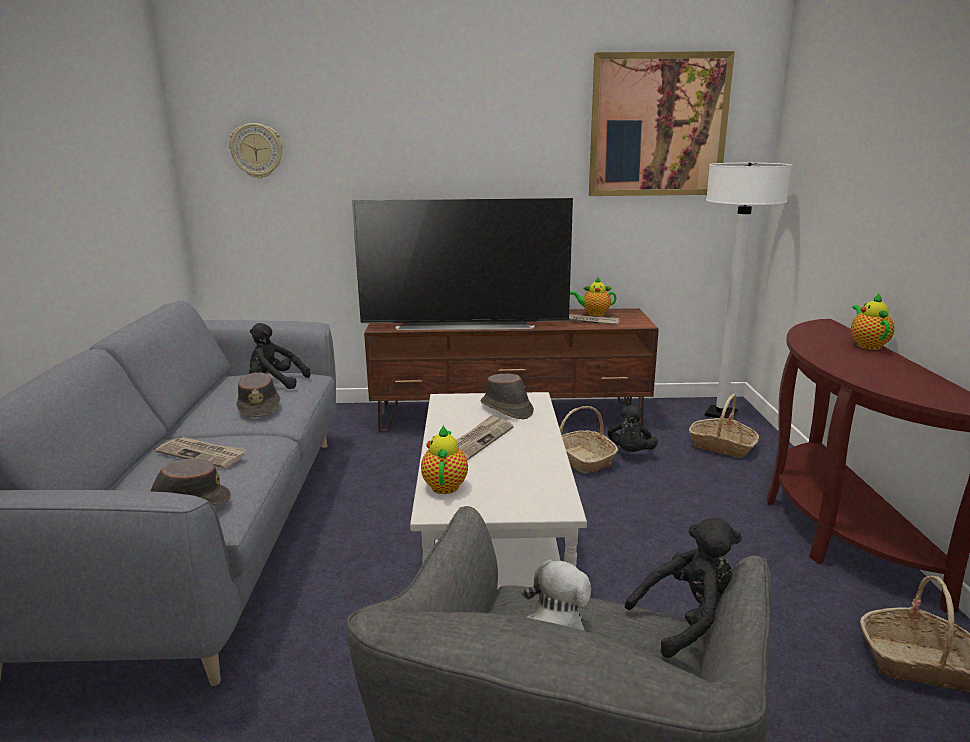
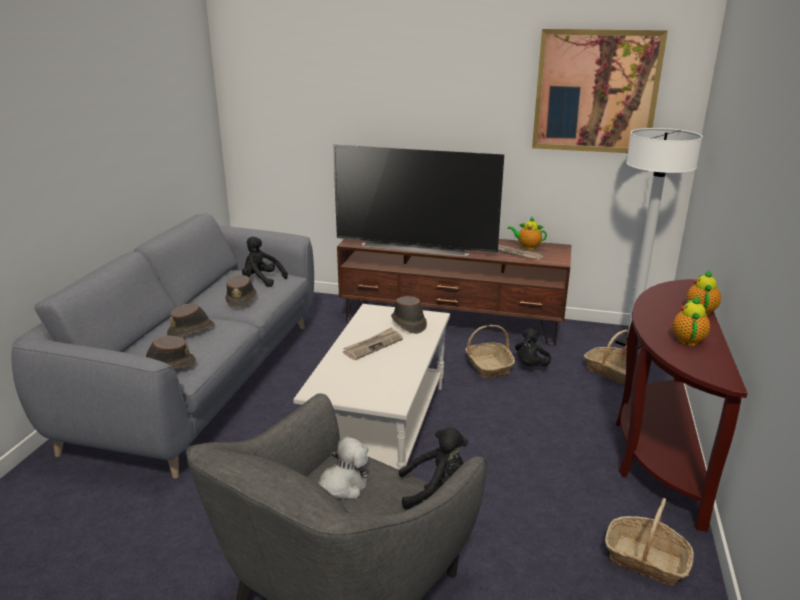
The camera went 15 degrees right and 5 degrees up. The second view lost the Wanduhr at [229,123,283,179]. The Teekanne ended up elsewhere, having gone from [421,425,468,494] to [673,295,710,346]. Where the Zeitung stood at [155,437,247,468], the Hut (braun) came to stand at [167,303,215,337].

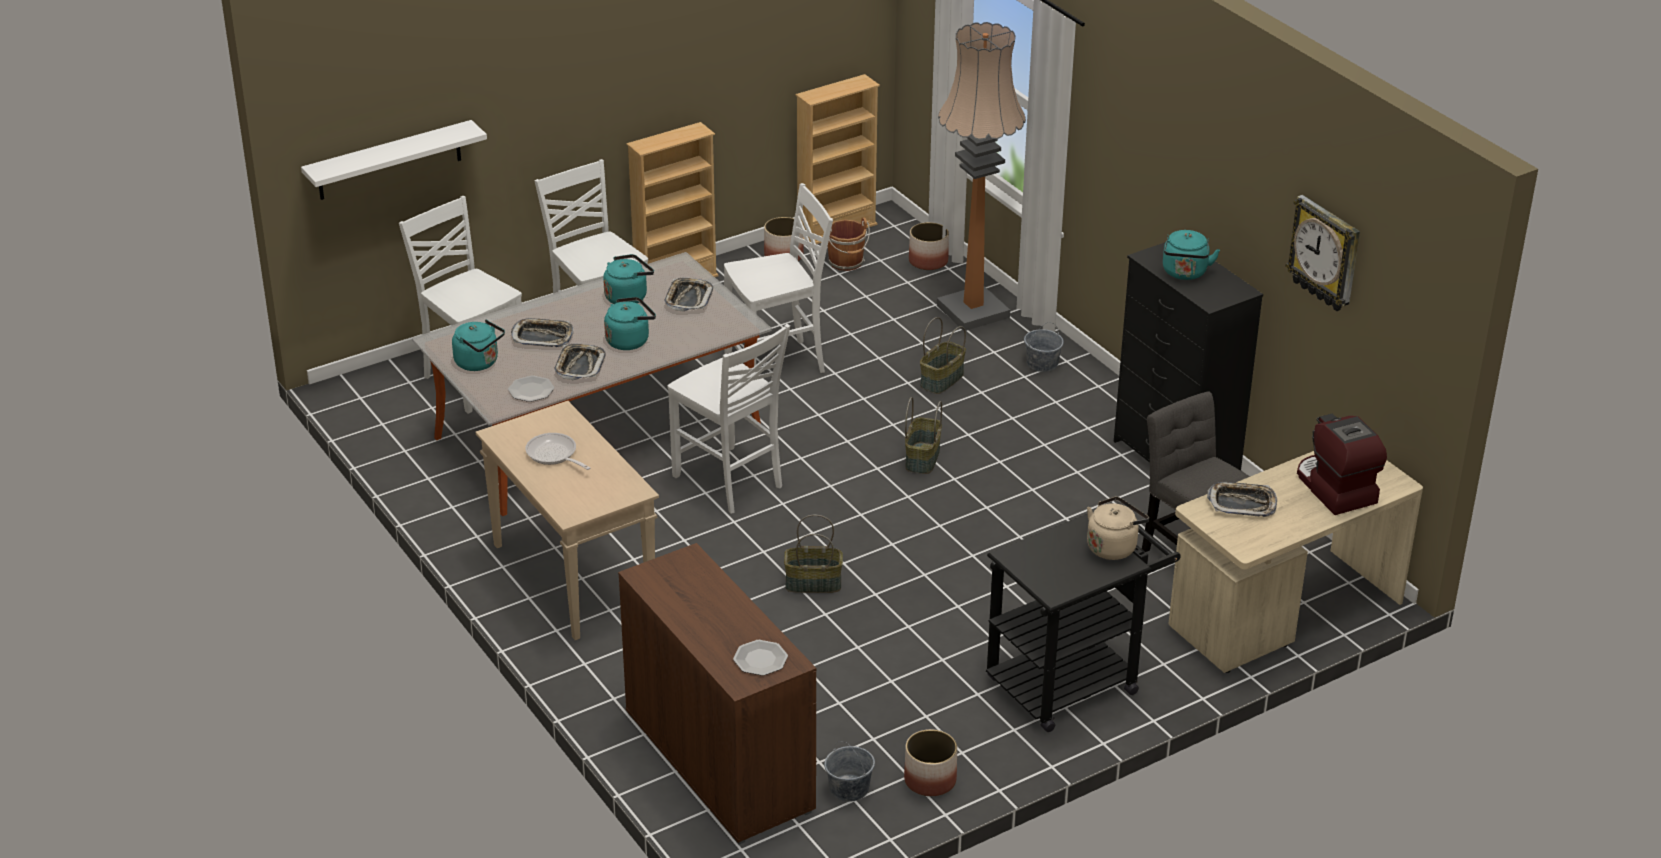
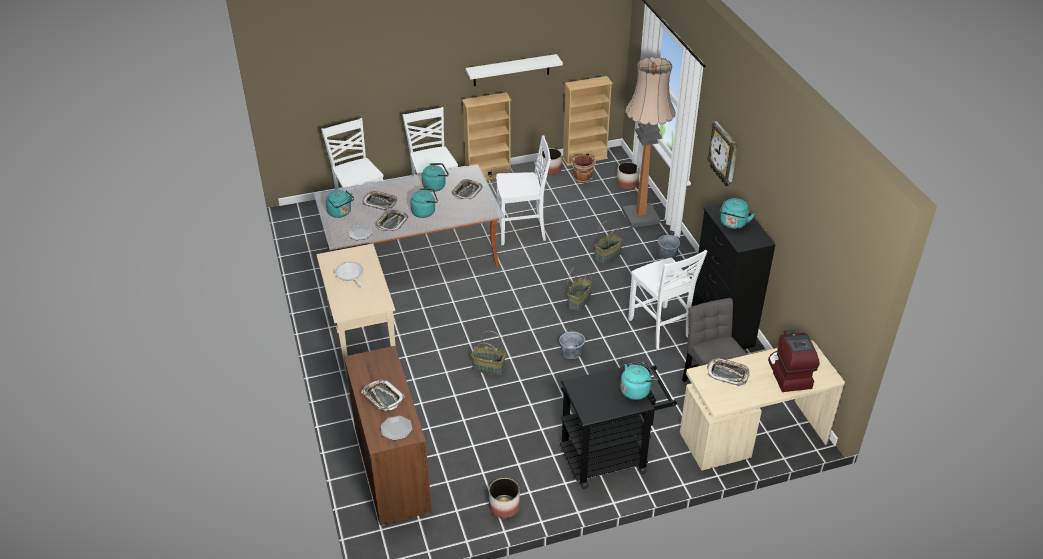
The camera went 15 degrees right and 5 degrees up. The second view gained the Tablett at [361,379,405,411]. The Wandregal (weiß) ended up elsewhere, having gone from [301,120,487,200] to [465,54,563,86]. The Stuhl (weiß) ended up elsewhere, having gone from [668,324,790,514] to [628,250,707,349]. The Eimer (grau) ended up elsewhere, having gone from [824,741,875,802] to [559,328,585,359]. The Wanduhr ended up elsewhere, having gone from [1286,195,1360,311] to [707,121,738,186]. What was the Wasserkessel (beige) at [1087,496,1149,560] turned into the Wasserkessel (türkis) at [620,361,658,400].

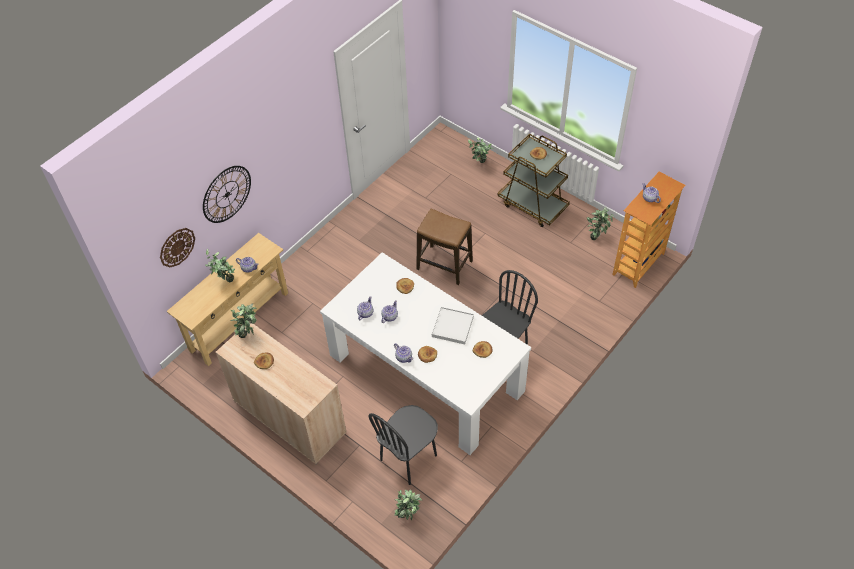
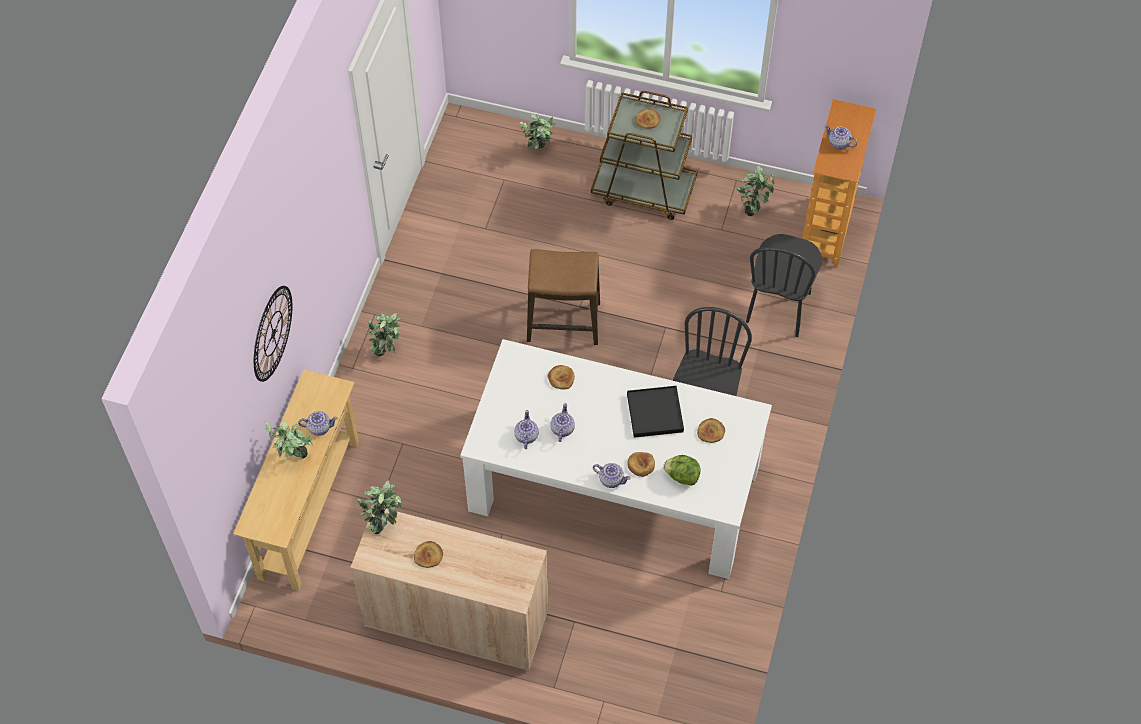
The camera went 25 degrees left and 5 degrees up. The second view lost the Wanduhr at [160,228,195,267]. The second view gained the Salatkopf at [663,455,701,486]. The Stuhl (schwarz) ended up elsewhere, having gone from [369,405,438,485] to [746,234,822,337]. The Topfpflanze ended up elsewhere, having gone from [394,490,422,520] to [366,313,401,356]. What was the Tablett (weiß) at [432,307,474,344] turned into the Tablett (schwarz) at [627,386,684,438].

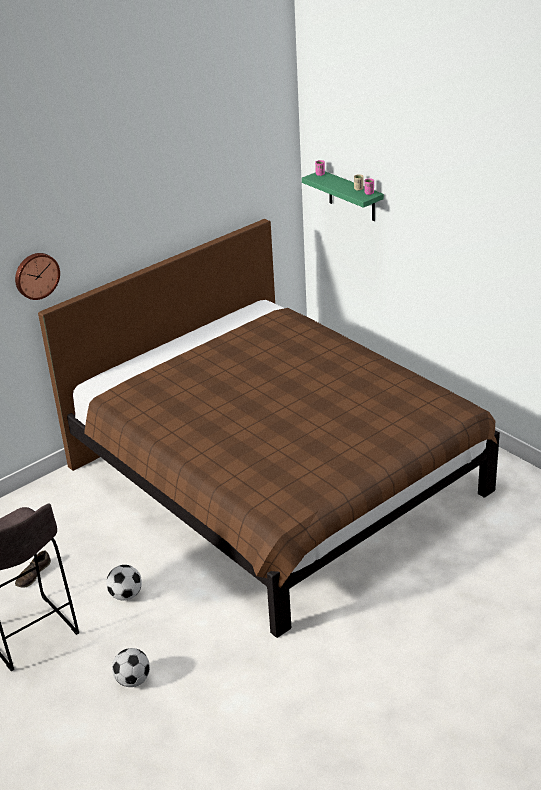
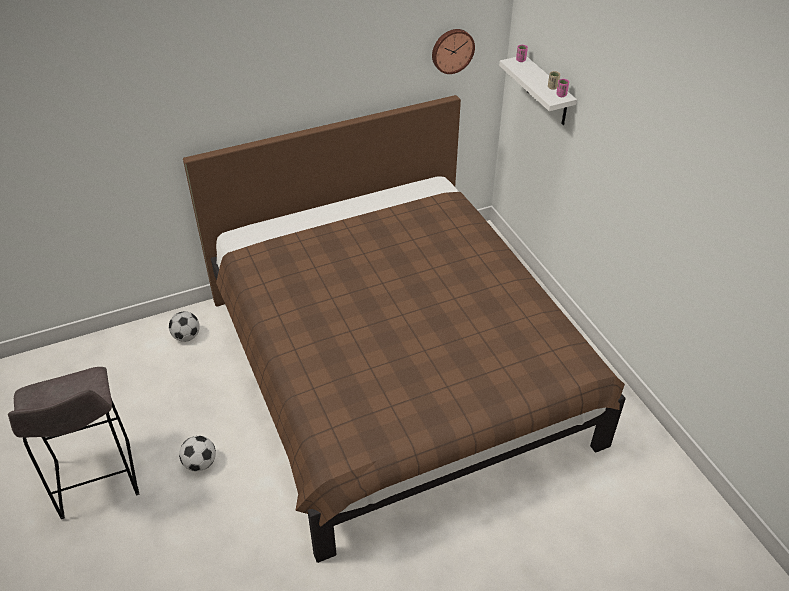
The camera went 15 degrees right and 10 degrees up. The second view lost the Schuh (braun) at [15,550,51,587]. The Wanduhr ended up elsewhere, having gone from [15,253,60,300] to [432,29,475,74]. The Fußball ended up elsewhere, having gone from [112,648,150,687] to [169,311,200,342]. What was the Wandregal (grün) at [302,172,384,221] turned into the Wandregal (weiß) at [499,57,577,125].

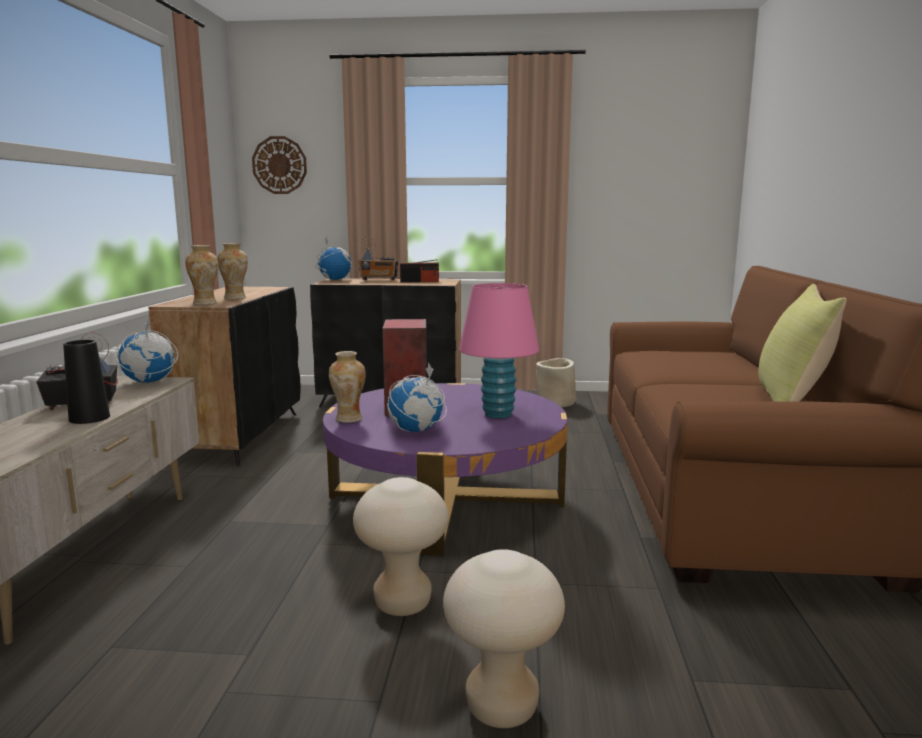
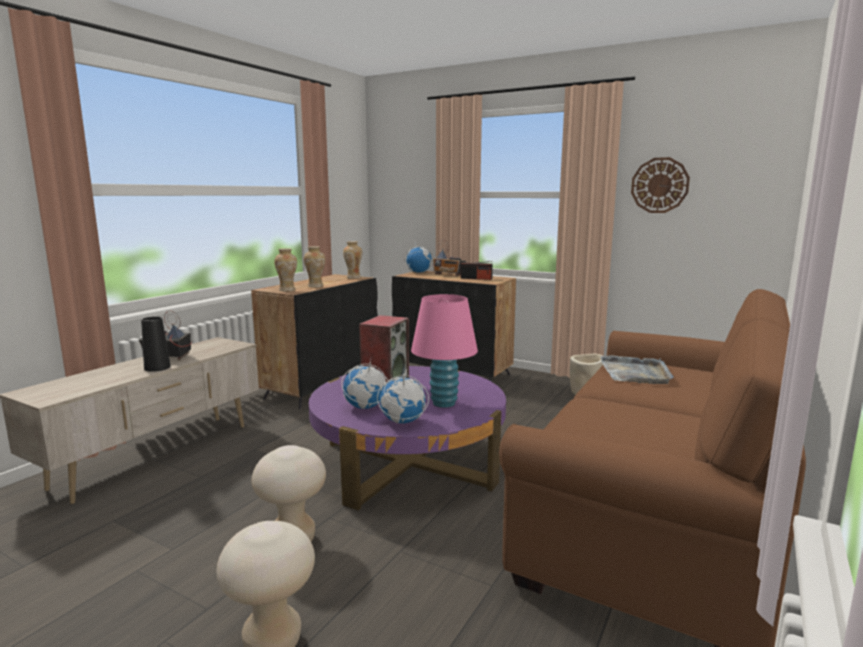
The camera went 25 degrees right and 0 degrees up. The second view lost the Kissen (gelb) at [758,284,847,402]. The second view gained the Tablett (grau) at [600,355,674,384]. The Globus ended up elsewhere, having gone from [115,318,178,383] to [377,368,429,424]. The Wanduhr ended up elsewhere, having gone from [252,136,307,194] to [631,157,690,213]. The Vase ended up elsewhere, having gone from [329,351,366,423] to [343,241,362,279].

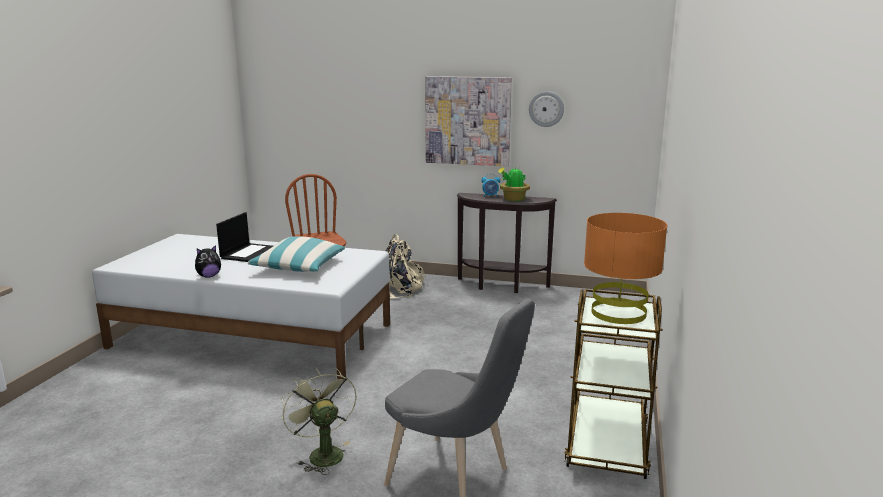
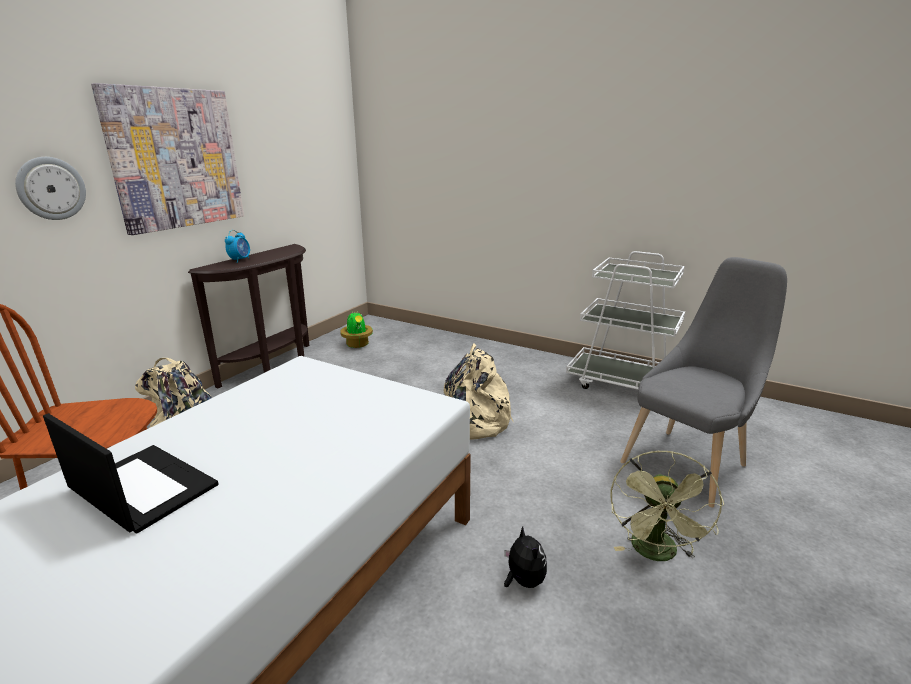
The camera went 75 degrees left and 5 degrees up. The second view lost the Kissen at [248,236,345,272]. The second view lost the Tischlampe (orange) at [584,213,667,324]. The second view gained the Rucksack (beige) at [444,343,513,440]. The Plüschtier ended up elsewhere, having gone from [195,245,221,278] to [504,526,547,588]. The Topfpflanze ended up elsewhere, having gone from [498,167,530,201] to [340,312,373,348]. The Wanduhr ended up elsewhere, having gone from [529,91,564,127] to [15,157,86,220]. What was the Rollwagen (braun) at [564,289,663,479] turned into the Rollwagen (weiß) at [566,251,685,390]. The Ventilator (grün) at [281,368,357,475] ended up facing another way, 60 degrees counterclockwise from before.

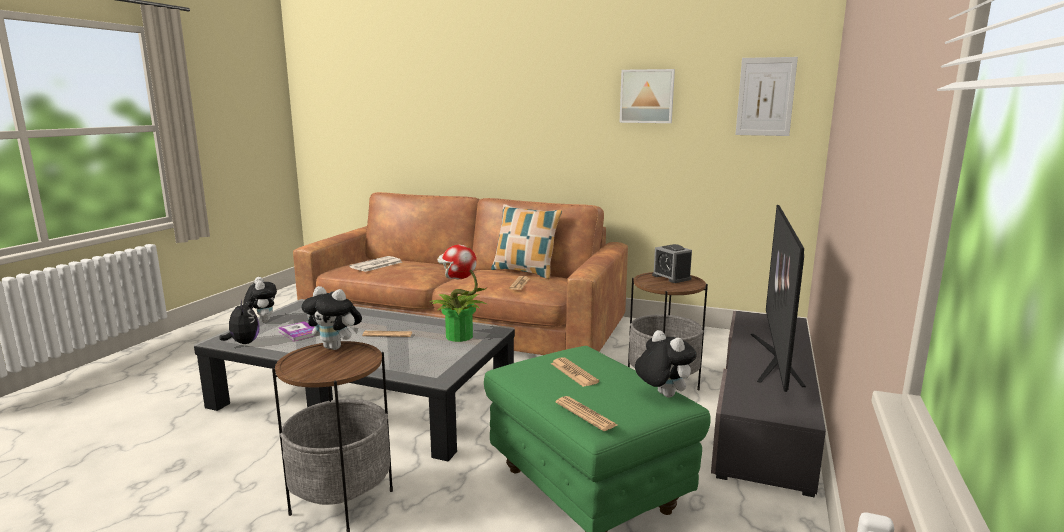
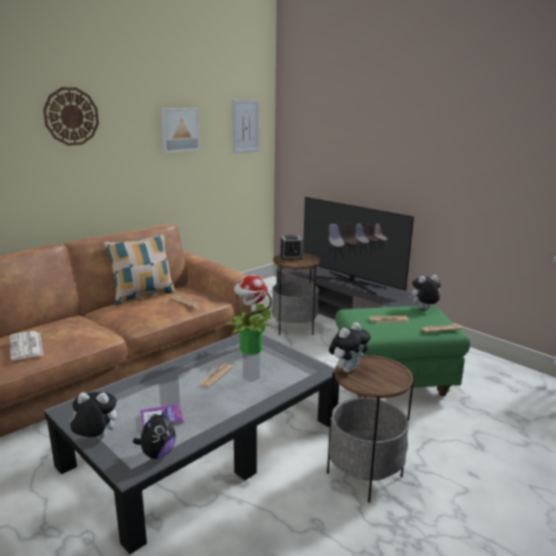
The camera went 65 degrees left and 5 degrees up. The second view gained the Wanduhr at [43,87,99,146]. The Plüschtier at [219,300,260,344] ended up facing another way, 120 degrees clockwise from before.

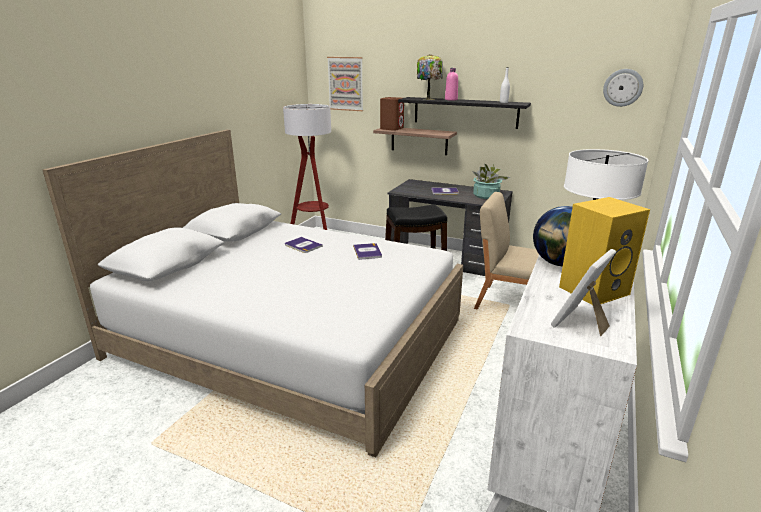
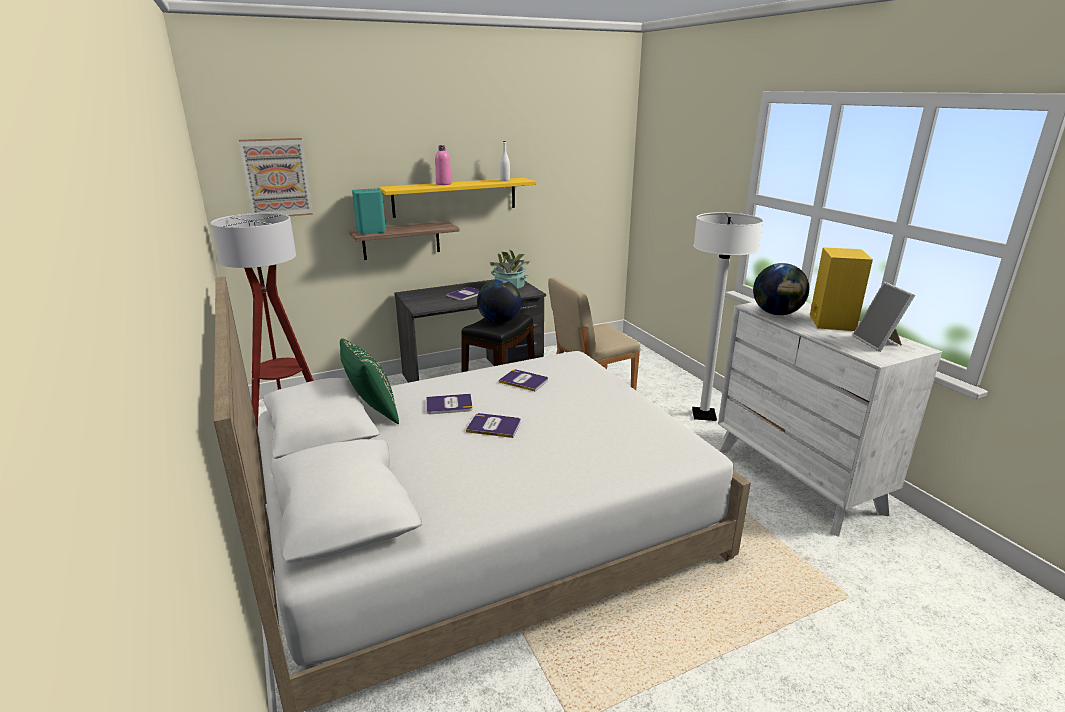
The camera went 50 degrees left and 0 degrees up. The second view lost the Tischlampe at [417,54,443,100]. The second view lost the Wanduhr at [603,69,643,107]. The second view gained the Kissen (grün) at [340,338,399,424]. The second view gained the Buch at [466,413,521,438]. The second view gained the Globus at [477,279,521,323]. What was the Lautsprecher (braun) at [380,97,404,131] turned into the Lautsprecher (türkis) at [352,188,386,234]. What was the Wandregal (schwarz) at [398,97,531,129] turned into the Wandregal (gelb) at [378,178,536,218].

